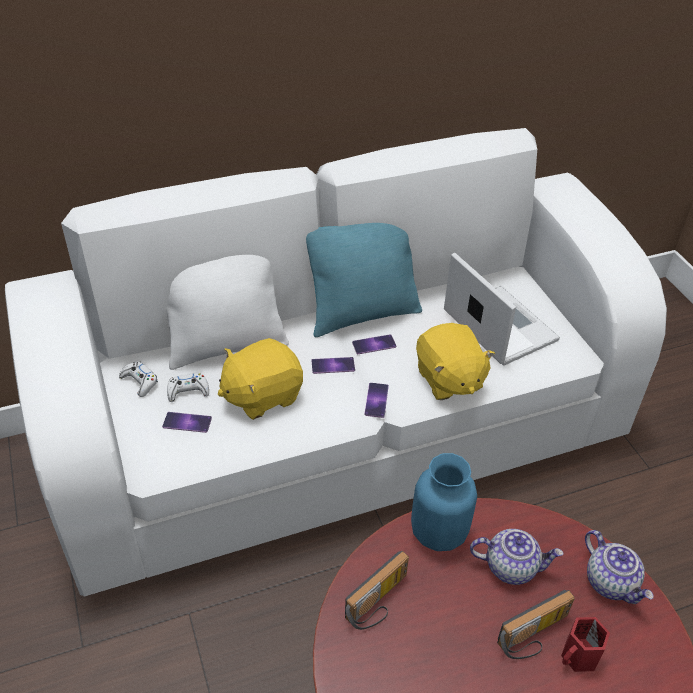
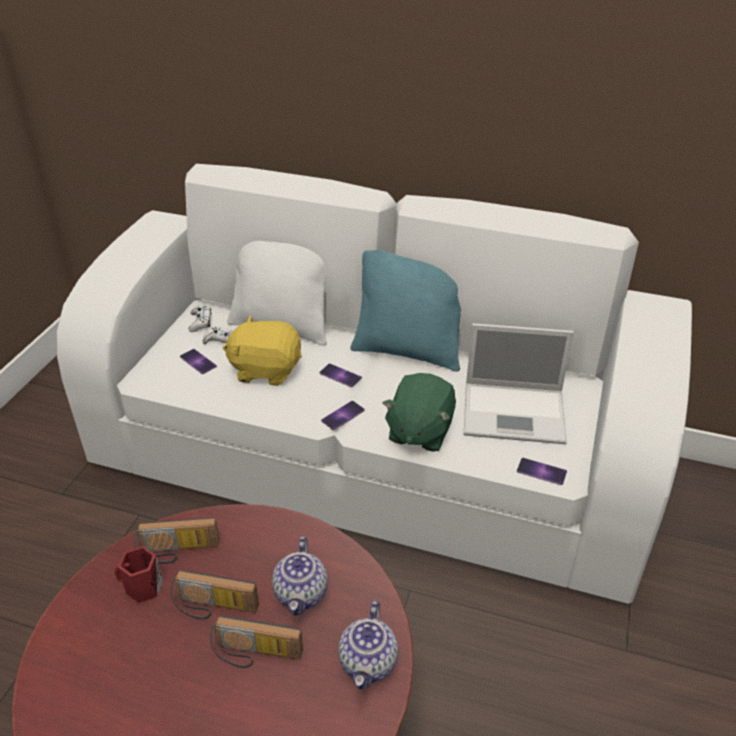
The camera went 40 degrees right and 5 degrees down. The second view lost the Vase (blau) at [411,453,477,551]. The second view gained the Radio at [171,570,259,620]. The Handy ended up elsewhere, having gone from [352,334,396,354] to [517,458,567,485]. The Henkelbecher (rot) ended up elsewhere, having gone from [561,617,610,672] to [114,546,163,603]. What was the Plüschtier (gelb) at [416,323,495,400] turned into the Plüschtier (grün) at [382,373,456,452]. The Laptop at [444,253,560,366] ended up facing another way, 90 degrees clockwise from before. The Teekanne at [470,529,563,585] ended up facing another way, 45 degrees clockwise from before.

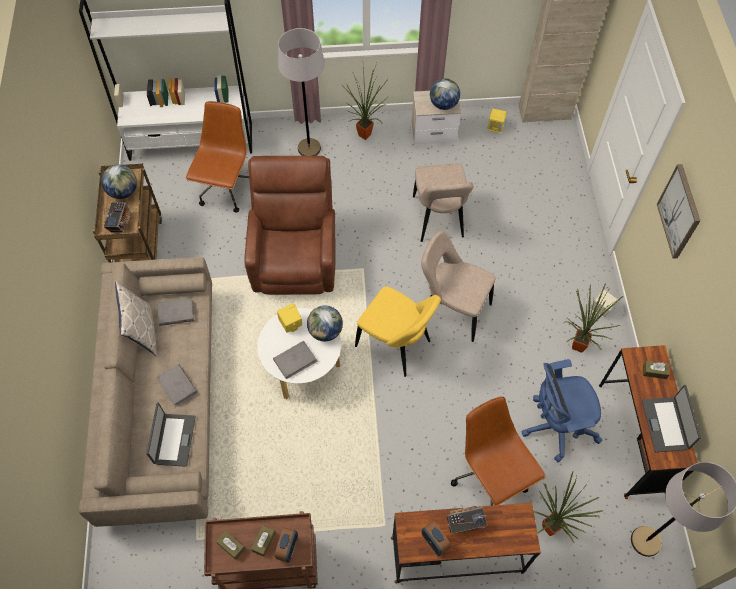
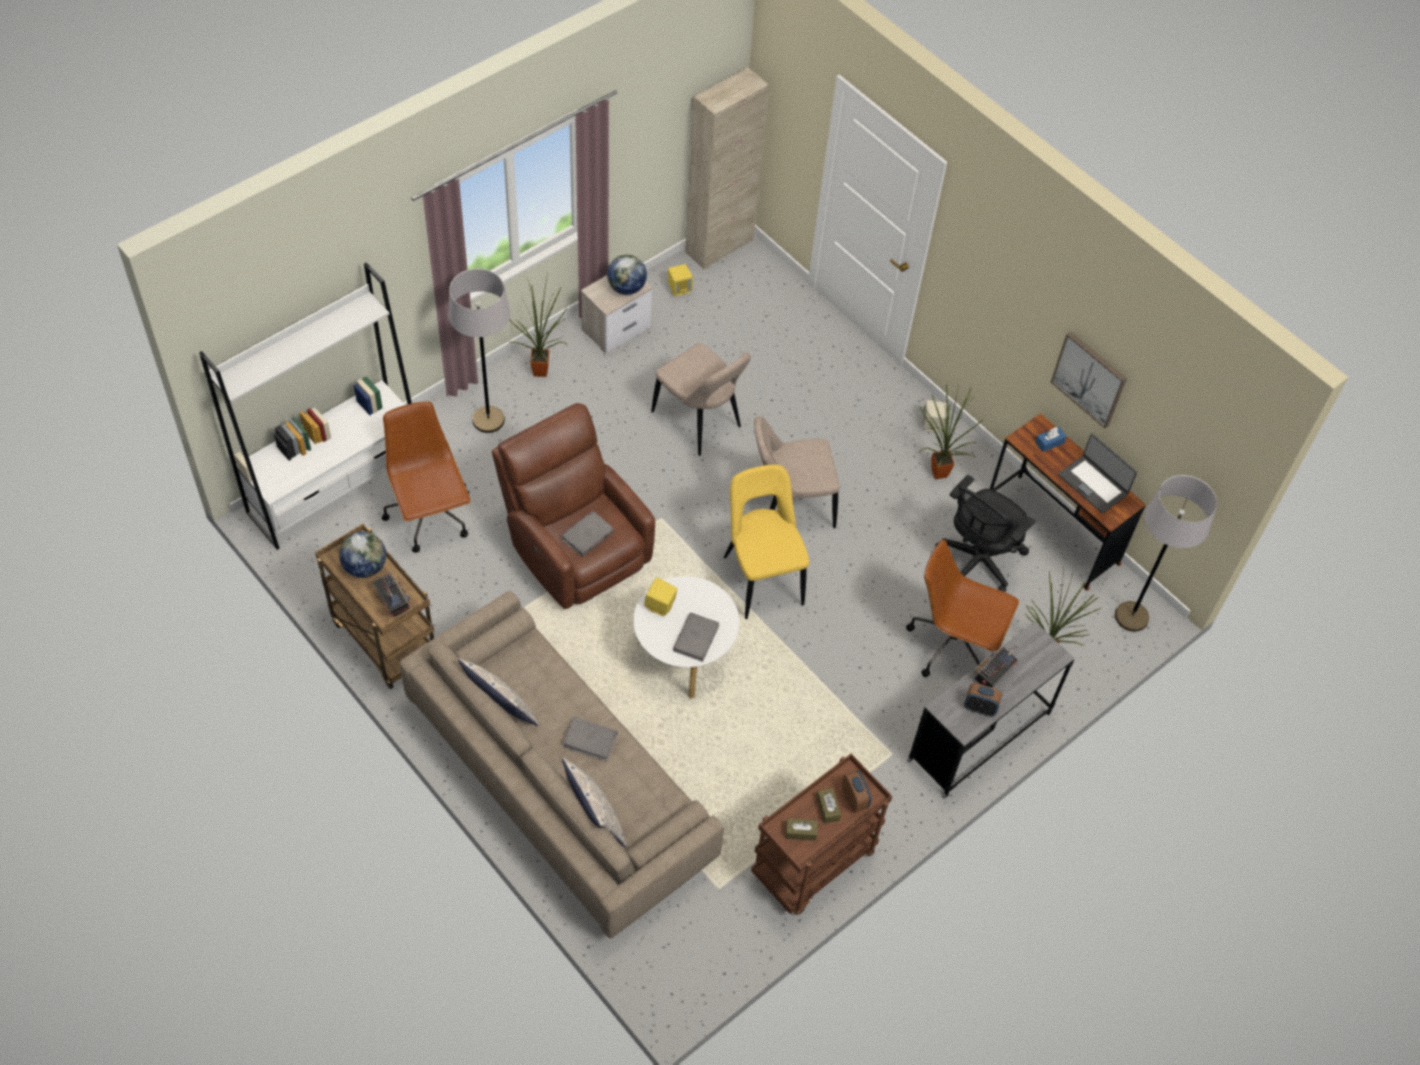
The camera went 40 degrees left and 5 degrees down. The second view lost the Laptop at [146,402,196,467]. The second view lost the Globus at [307,306,343,341]. The second view gained the Kissen at [562,758,627,847]. The Buch (grau) ended up elsewhere, having gone from [158,298,194,326] to [561,511,614,557]. The Bild ended up elsewhere, having gone from [657,164,700,259] to [1051,332,1127,429]. What was the Schreibtisch (braun) at [391,503,541,583] turned into the Schreibtisch (grau) at [907,622,1075,799]. What was the Bürostuhl (blau) at [521,359,602,463] turned into the Bürostuhl (schwarz) at [935,475,1036,593]. What was the Taschentuchbox (braun) at [643,361,670,379] turned into the Taschentuchbox (blau) at [1035,427,1067,452]. The Stuhl (gelb) at [355,286,441,377] ended up facing another way, 105 degrees counterclockwise from before.

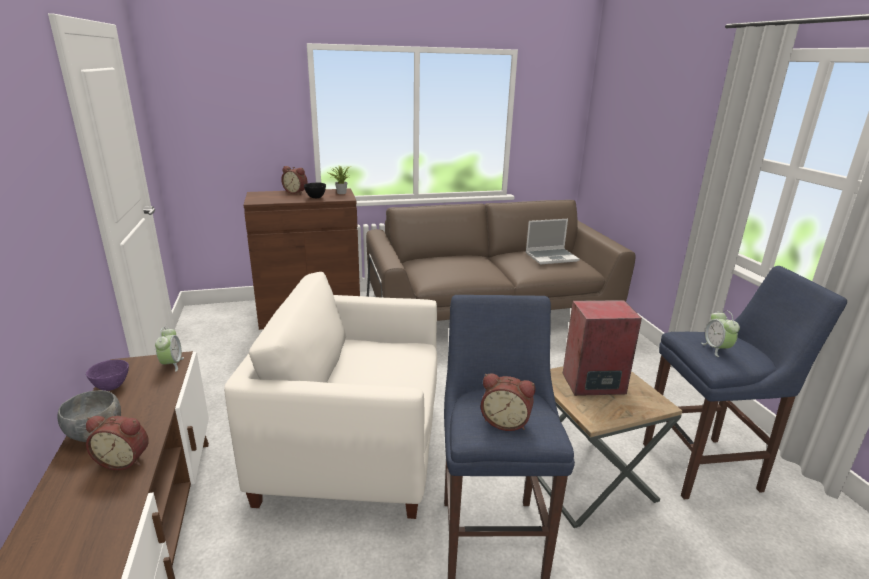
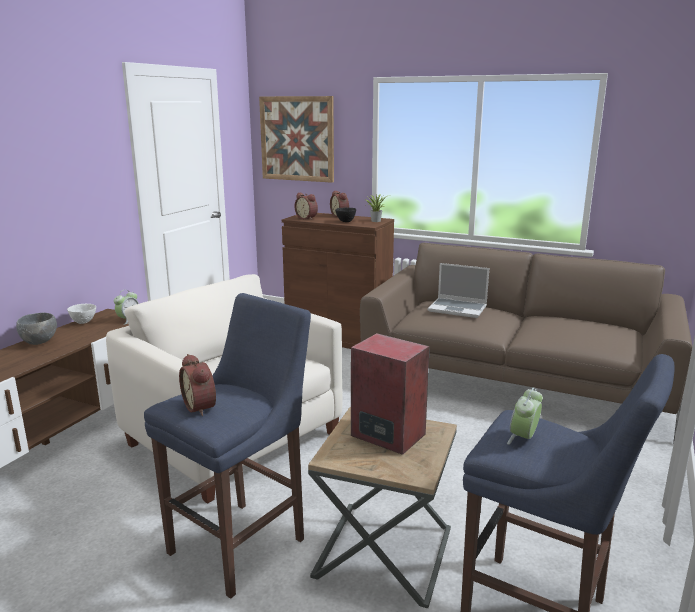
The camera went 40 degrees right and 5 degrees down. The second view gained the Bild at [259,96,334,183]. The Wecker ended up elsewhere, having gone from [86,416,149,470] to [294,192,318,220]. The Laptop ended up elsewhere, having gone from [526,219,580,265] to [428,263,489,318]. What was the Schüssel (lila) at [86,359,129,391] turned into the Schüssel (weiß) at [67,304,96,324].

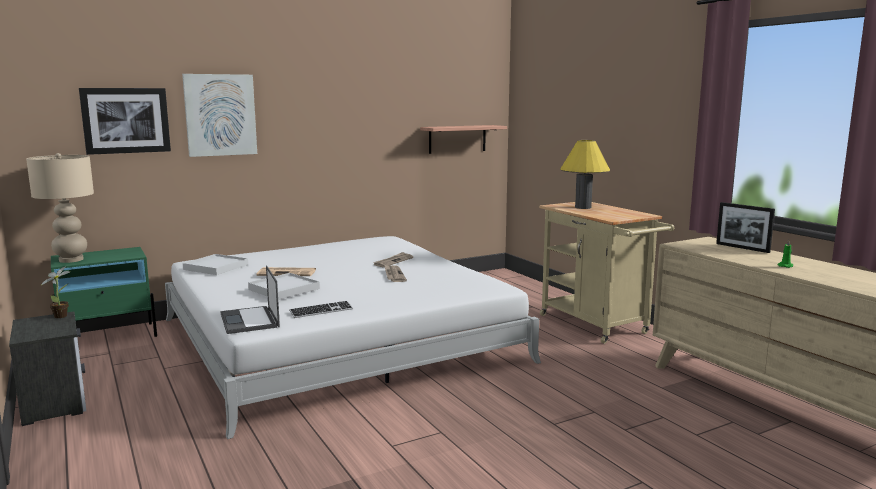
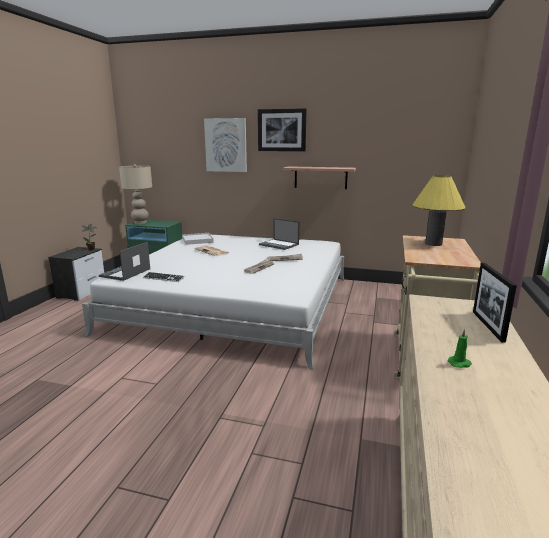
The camera went 45 degrees right and 5 degrees up. The second view lost the Tablett (weiß) at [248,273,320,300]. The second view gained the Laptop at [259,218,299,250]. The Bild ended up elsewhere, having gone from [79,88,171,155] to [258,108,306,152]. The Wandregal ended up elsewhere, having gone from [420,125,507,154] to [283,166,356,189].

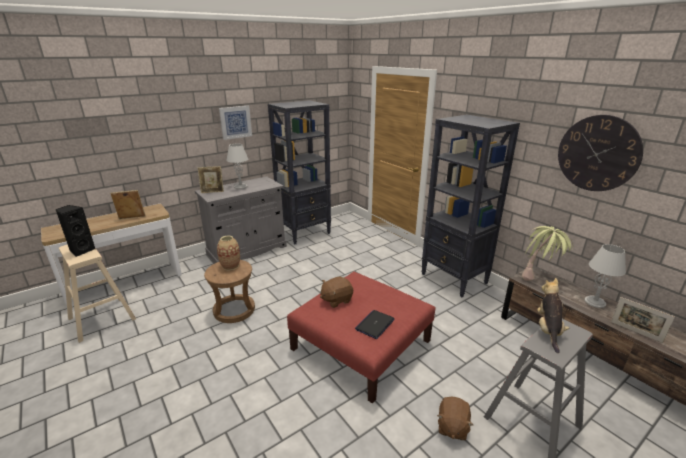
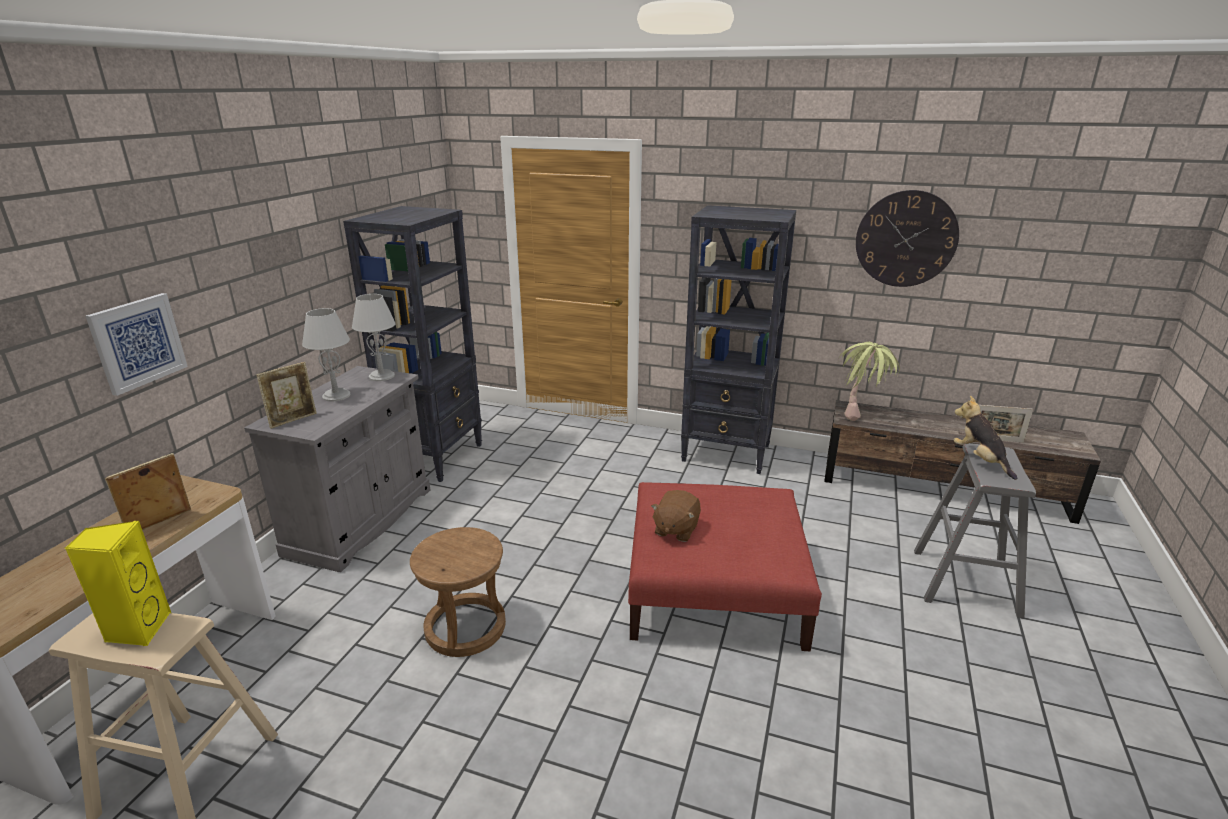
The camera went 35 degrees left and 0 degrees up. The second view lost the Vase at [217,235,240,270]. The second view lost the Laptop at [355,310,395,339]. The second view lost the Plüschtier (braun) at [437,396,473,440]. The Bild ended up elsewhere, having gone from [219,106,252,140] to [86,293,188,396]. The Tischlampe (grau) ended up elsewhere, having gone from [585,244,626,308] to [352,294,396,381]. What was the Lautsprecher (schwarz) at [55,205,96,257] turned into the Lautsprecher (gelb) at [65,521,171,646].

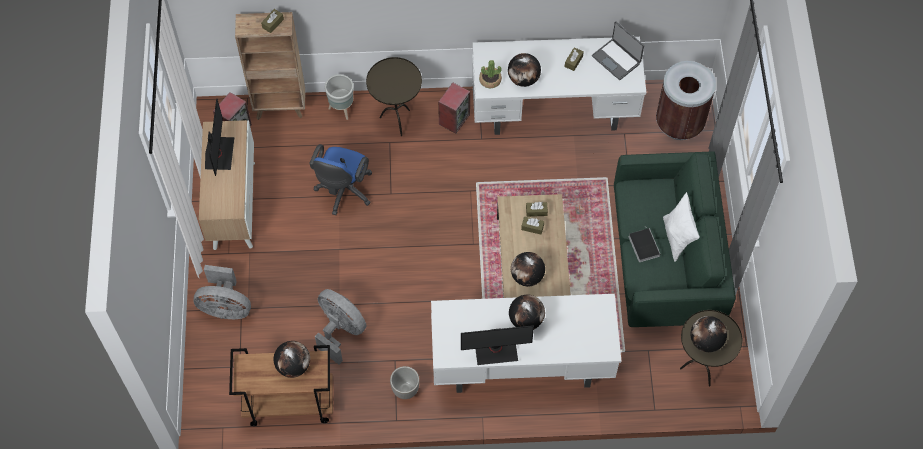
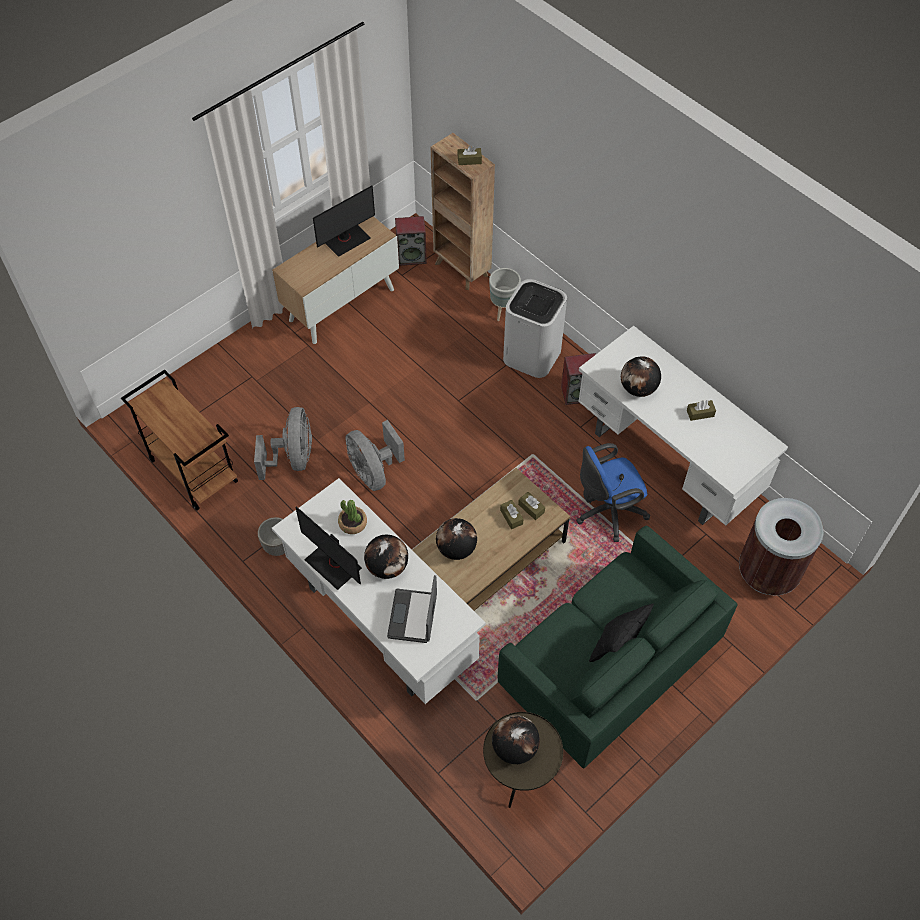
The camera went 50 degrees right and 5 degrees down. The second view lost the Globus at [273,341,310,378]. The second view lost the Buch at [629,227,660,262]. The Ventilator (grau) ended up elsewhere, having gone from [194,265,251,319] to [345,420,405,491]. The Bürostuhl (blau) ended up elsewhere, having gone from [309,144,372,215] to [576,443,650,542]. The Topfpflanze ended up elsewhere, having gone from [479,60,502,88] to [338,500,367,534]. The Laptop ended up elsewhere, having gone from [592,22,644,80] to [387,575,437,643]. Where the Beistelltisch (braun) stood at [366,57,422,136], the Mülleimer (weiß) came to stand at [503,279,567,378]. What was the Kissen (weiß) at [663,192,700,262] turned into the Kissen (schwarz) at [589,603,654,662].

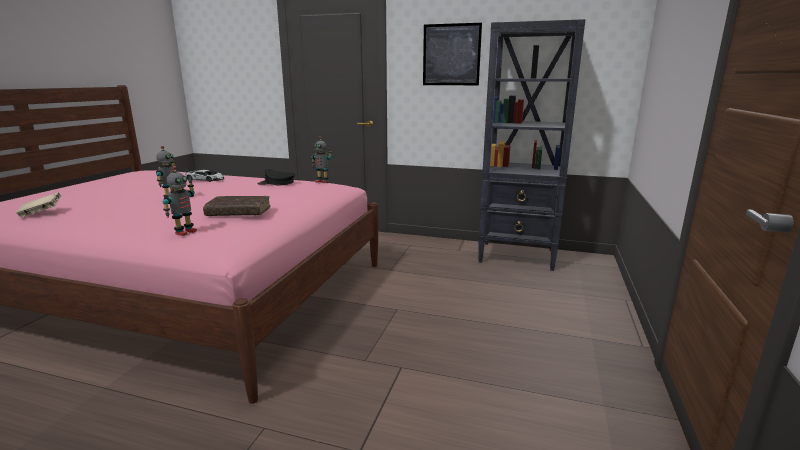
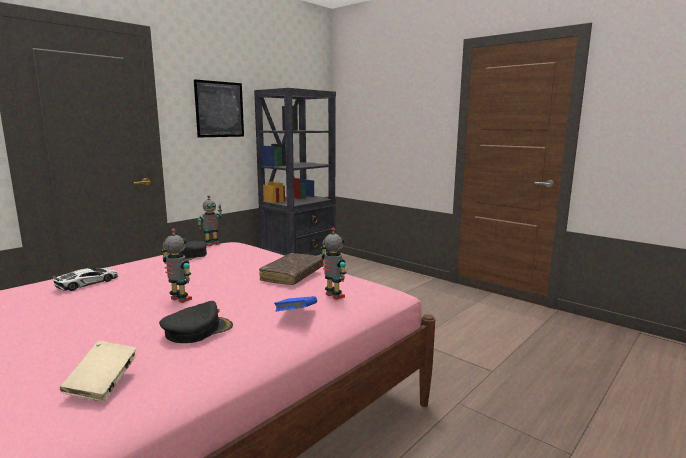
The camera went 65 degrees left and 5 degrees down. The second view gained the Kappe (schwarz) at [159,301,233,343]. The second view gained the Buch (blau) at [274,296,317,311].

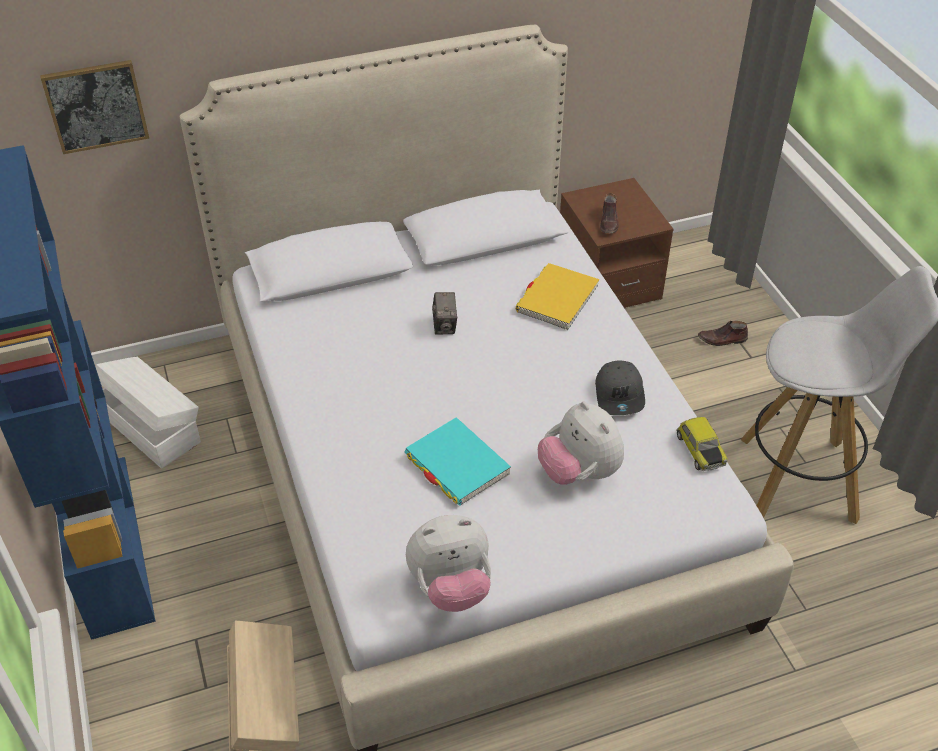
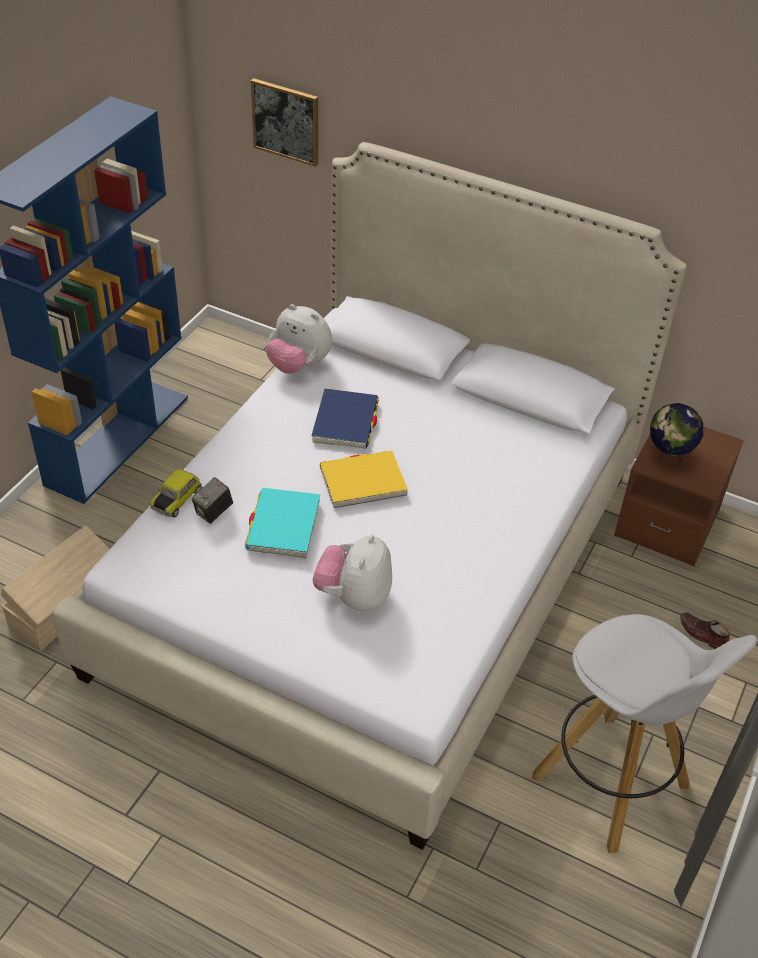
The camera went 45 degrees right and 0 degrees up. The second view lost the Aufbewahrungsbox (weiß) at [96,356,201,469]. The second view lost the Kappe (grau) at [595,360,645,415]. The second view gained the Buch (blau) at [311,388,379,448]. The Plüschtier ended up elsewhere, having gone from [406,515,491,612] to [266,304,332,374]. The Kamera ended up elsewhere, having gone from [432,292,457,335] to [192,477,233,524]. The Buch (gelb) ended up elsewhere, having gone from [516,263,599,330] to [320,450,408,508]. The Spielzeugauto ended up elsewhere, having gone from [676,417,728,471] to [150,469,202,517]. Where the Schuh (braun) stood at [600,193,619,233], the Globus came to stand at [649,403,703,467].

